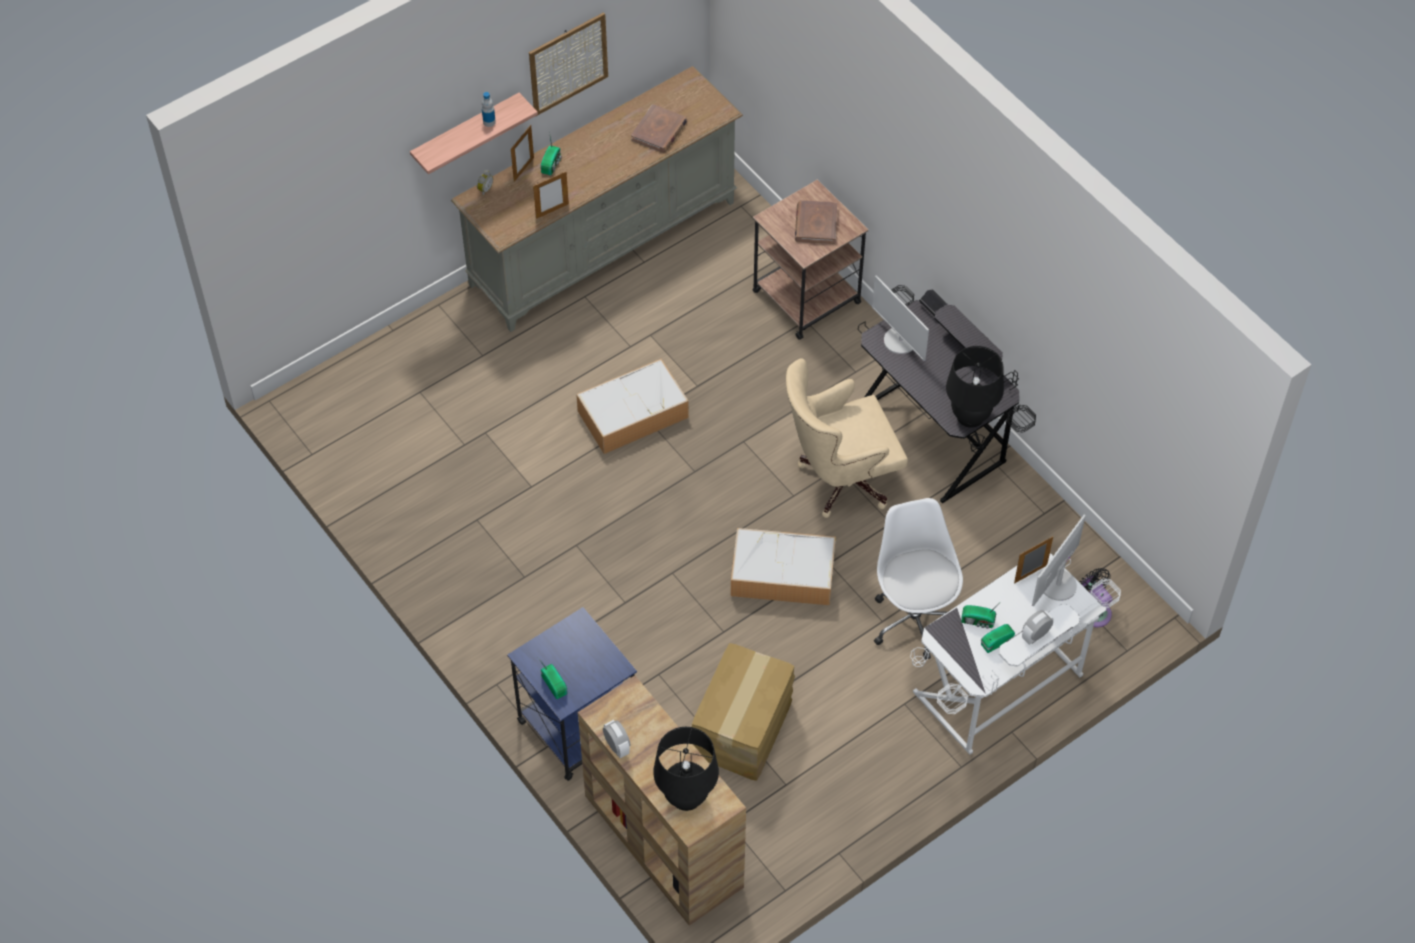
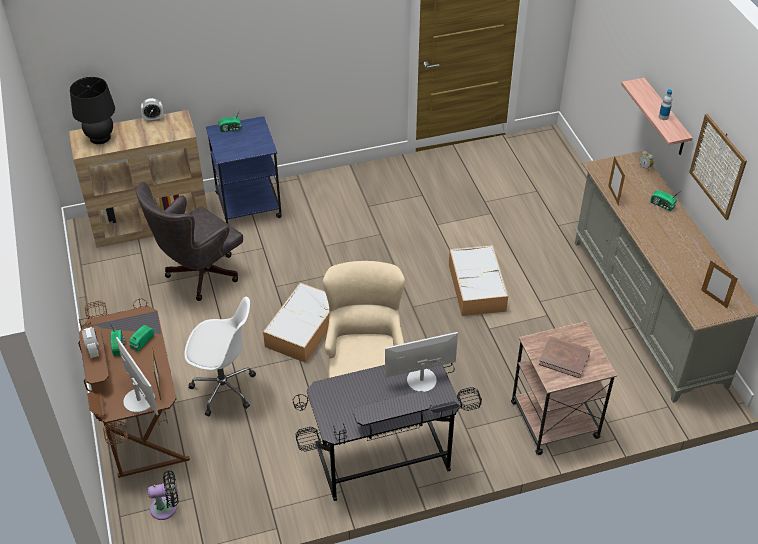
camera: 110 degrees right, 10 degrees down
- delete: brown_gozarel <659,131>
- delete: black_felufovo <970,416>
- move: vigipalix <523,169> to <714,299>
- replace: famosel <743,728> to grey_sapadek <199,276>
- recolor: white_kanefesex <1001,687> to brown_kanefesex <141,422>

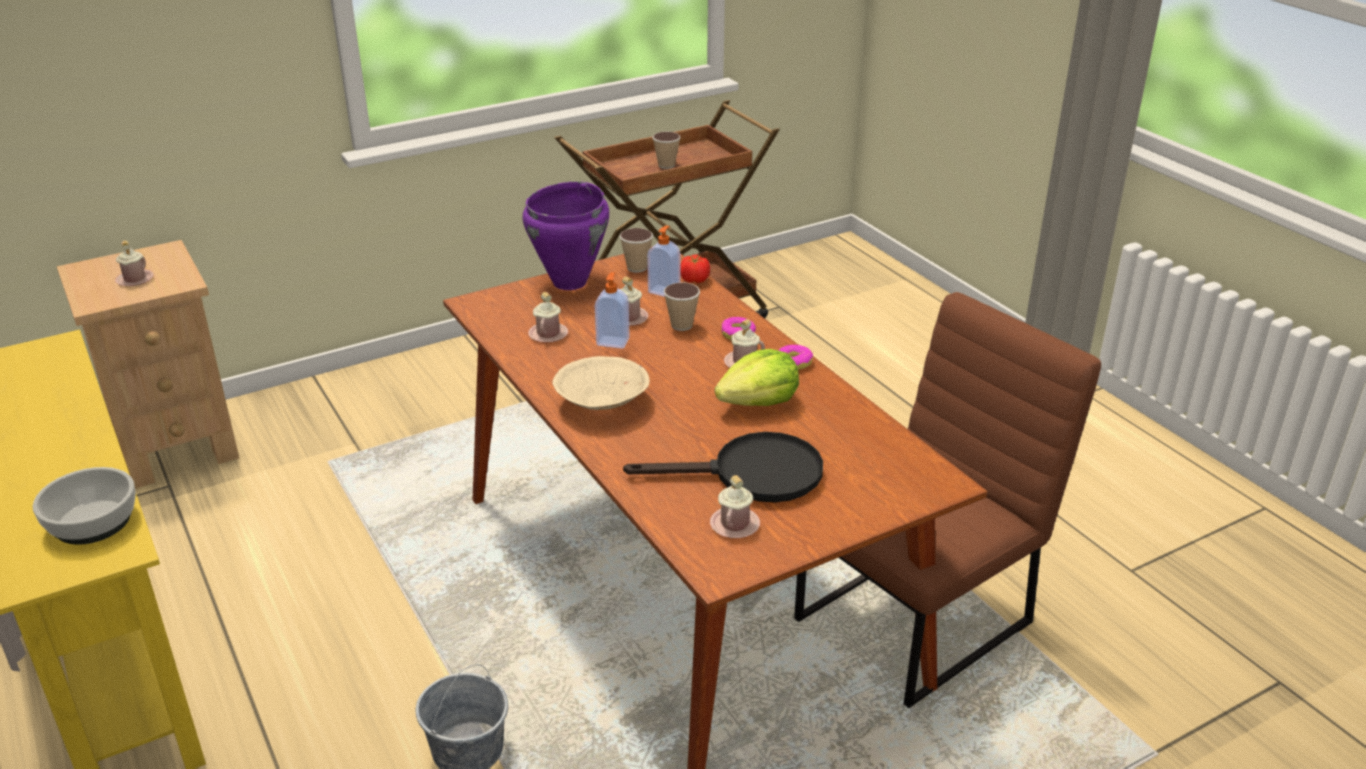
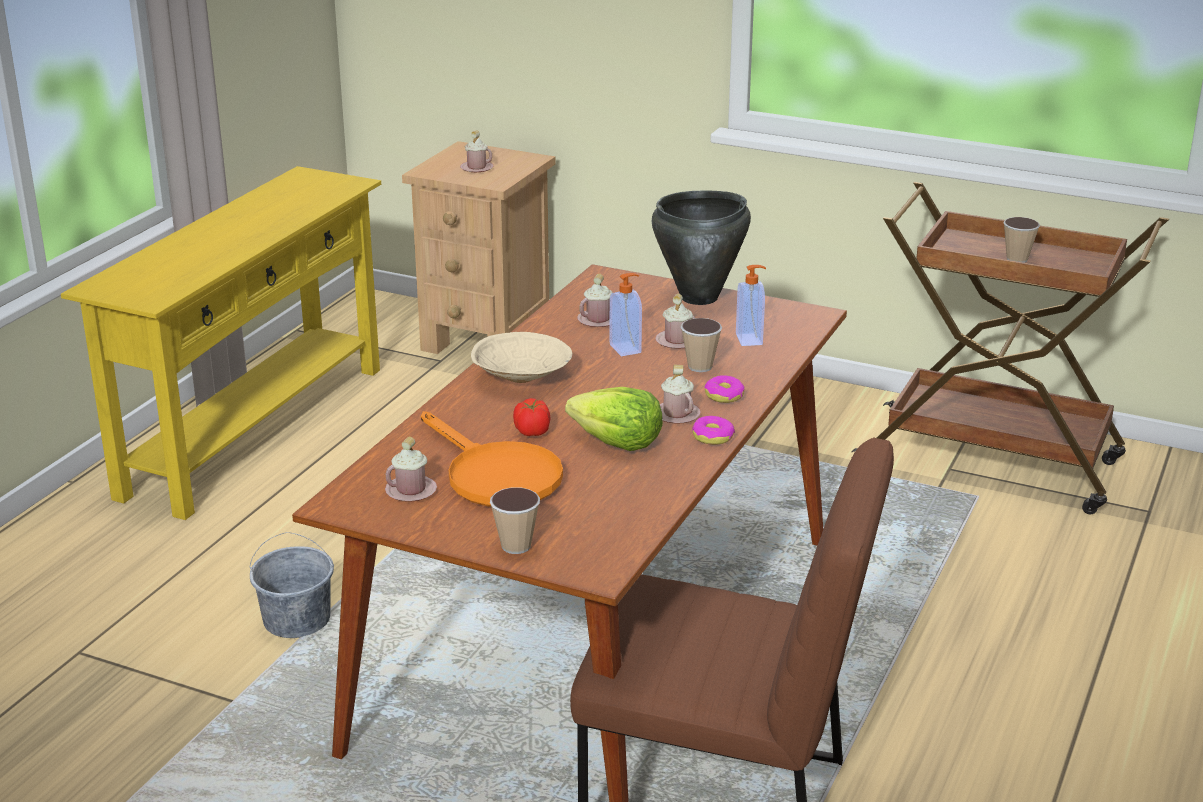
camera: 55 degrees right, 5 degrees down
- delete: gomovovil <92,521>
- move: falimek <636,268> to <516,546>
- move: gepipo <695,280> to <531,432>
- recolor: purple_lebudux <570,282> to black_lebudux <700,297>
- recolor: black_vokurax <752,475> to orange_vokurax <494,475>

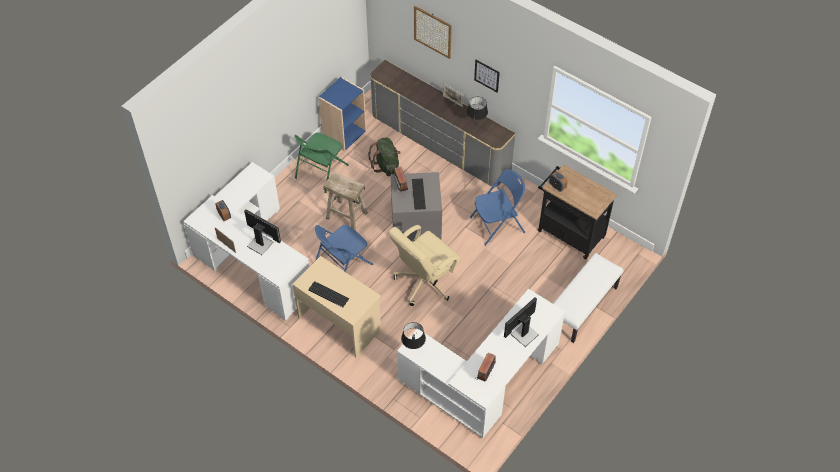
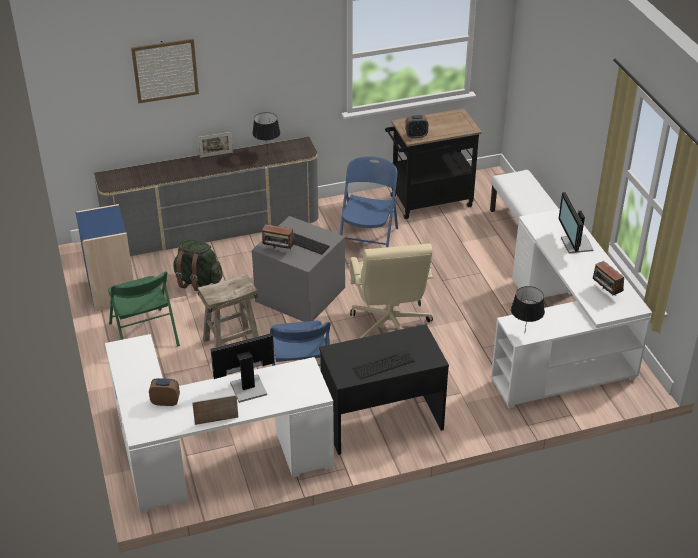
camera: 55 degrees left, 15 degrees down
- delete: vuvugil <487,75>
- recolor: beige_kanefesex <340,323> to black_kanefesex <381,421>

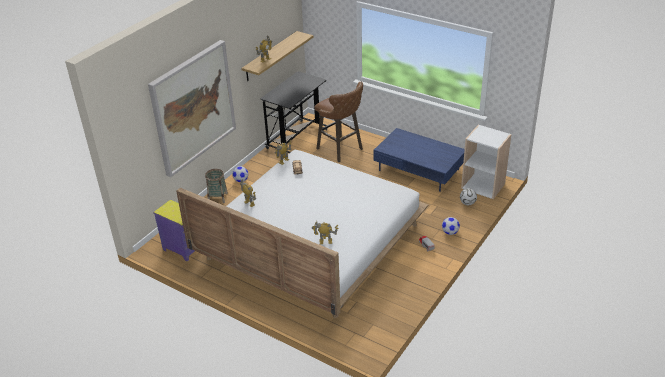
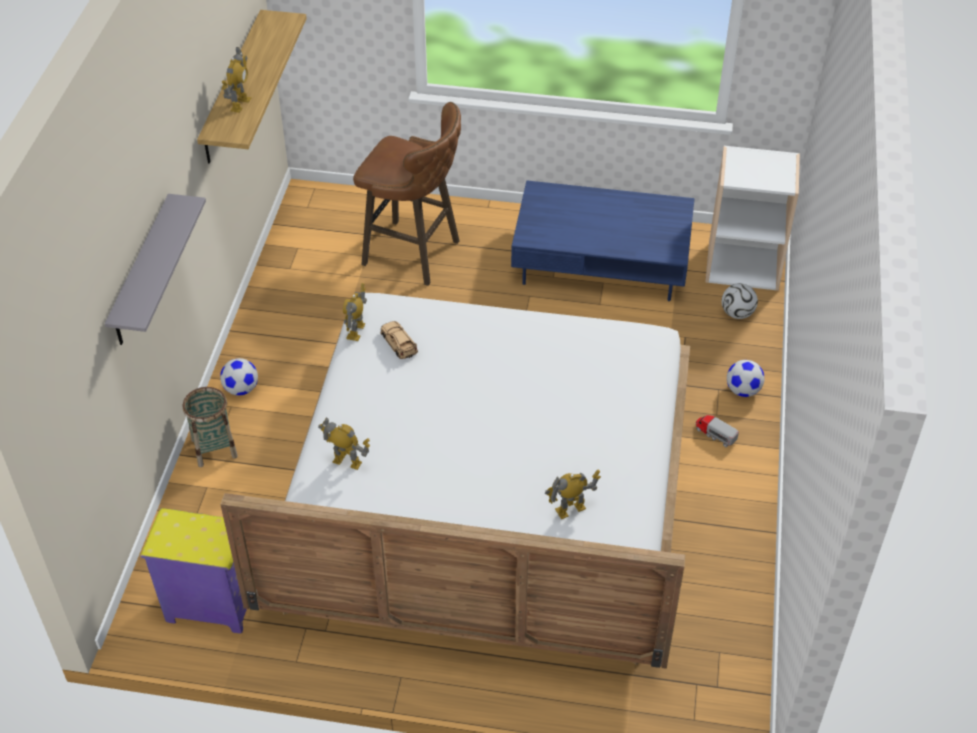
camera: 25 degrees left, 10 degrees up
- delete: black_kanefesex <297,139>
- replace: vuvugil <193,107> to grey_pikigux <141,272>

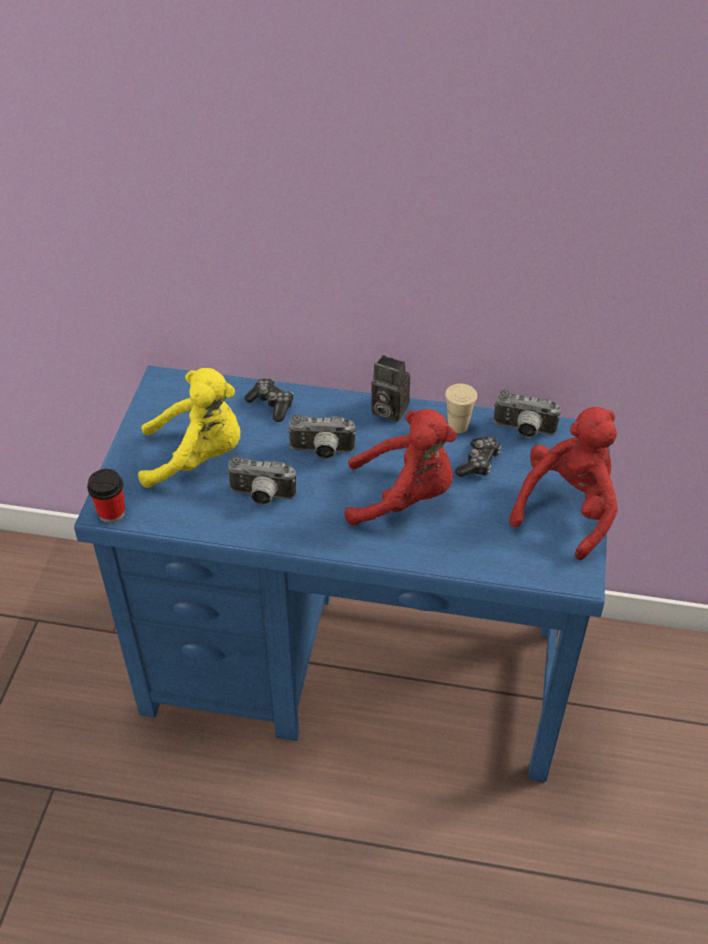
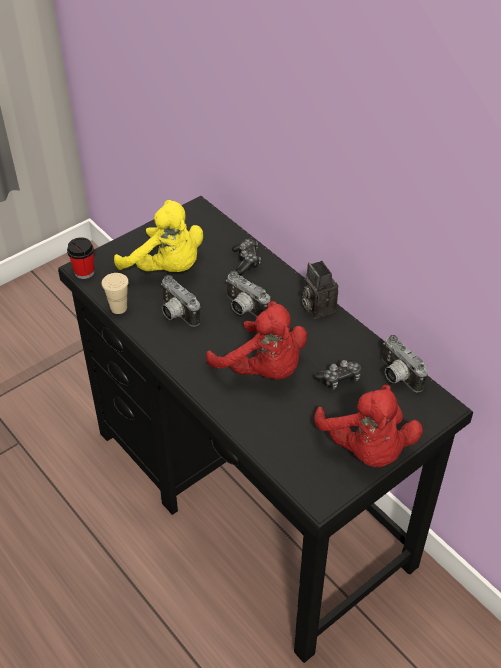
camera: 40 degrees right, 0 degrees up
- move: beige_falimek <458,426> to <118,308>
- recolor: blue_kanefesex <355,667> to black_kanefesex <252,495>
- rotate: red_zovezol <567,509> = <366,448> 90 degrees clockwise

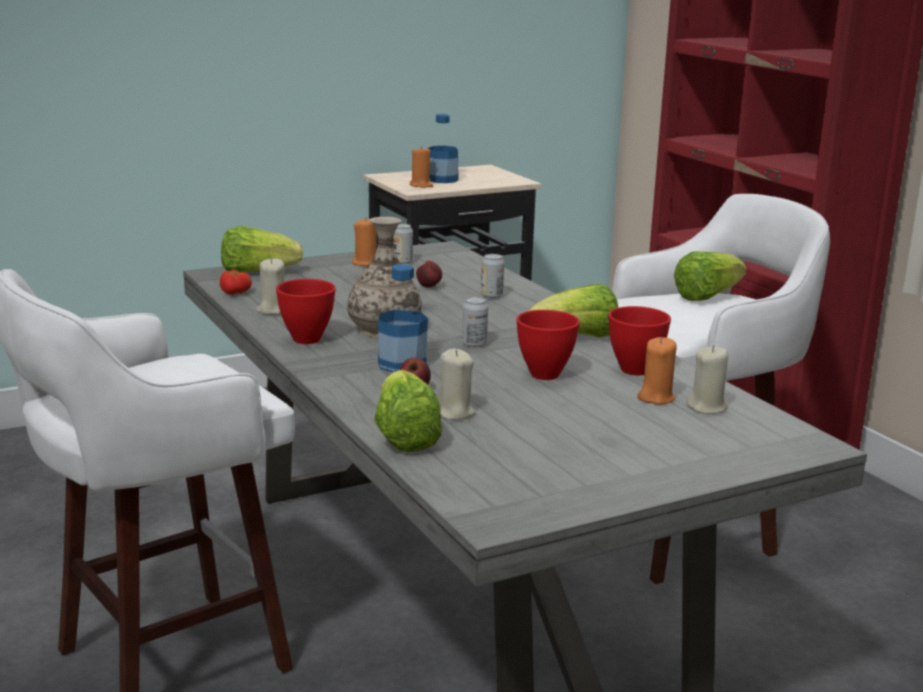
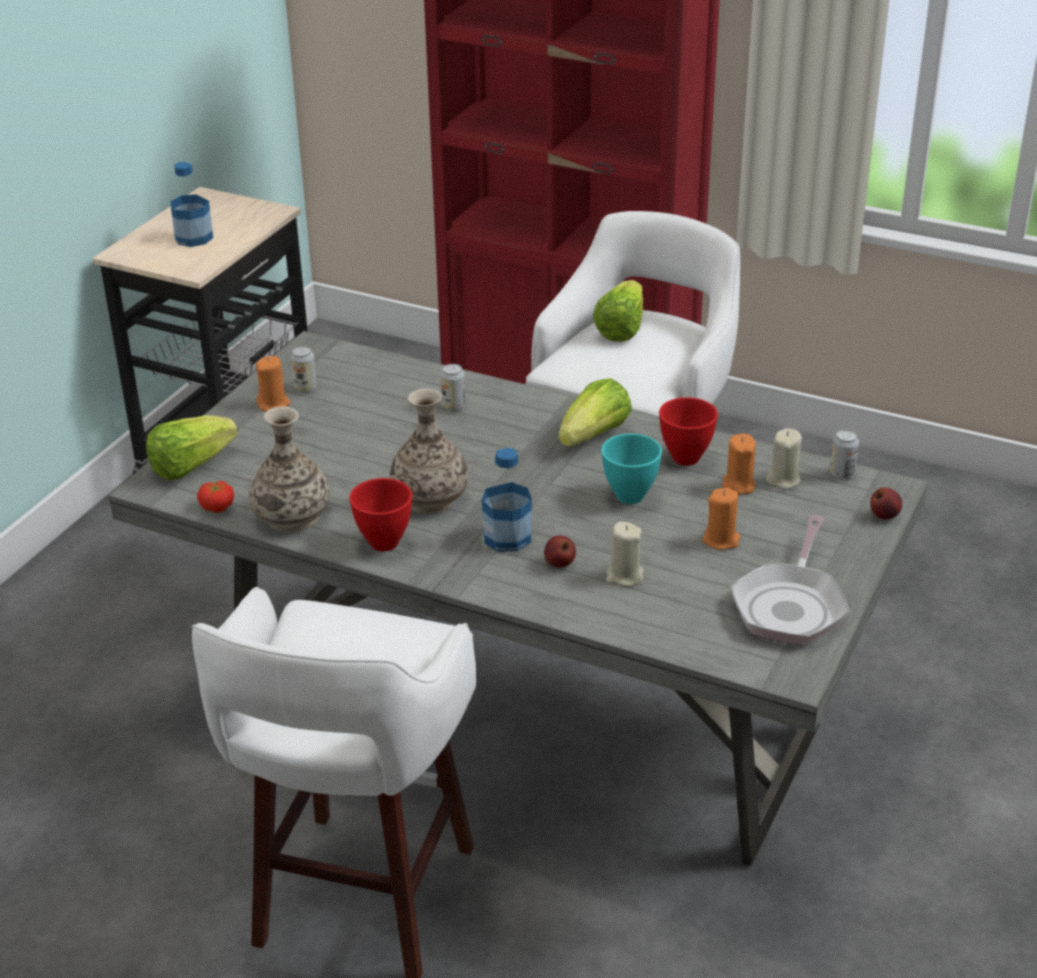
camera: 35 degrees left, 15 degrees up
- delete: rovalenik <405,436>
- insert: vokurax <790,605>
- move: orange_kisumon <421,185> to <721,540>
- move: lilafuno <429,287> to <884,516>
- move: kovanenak <474,344> to <842,474>
- replace: beige_kisumon <272,310> to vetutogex <292,516>
- recolor: red_gomovovil <545,375> to turquoise_gomovovil <631,497>

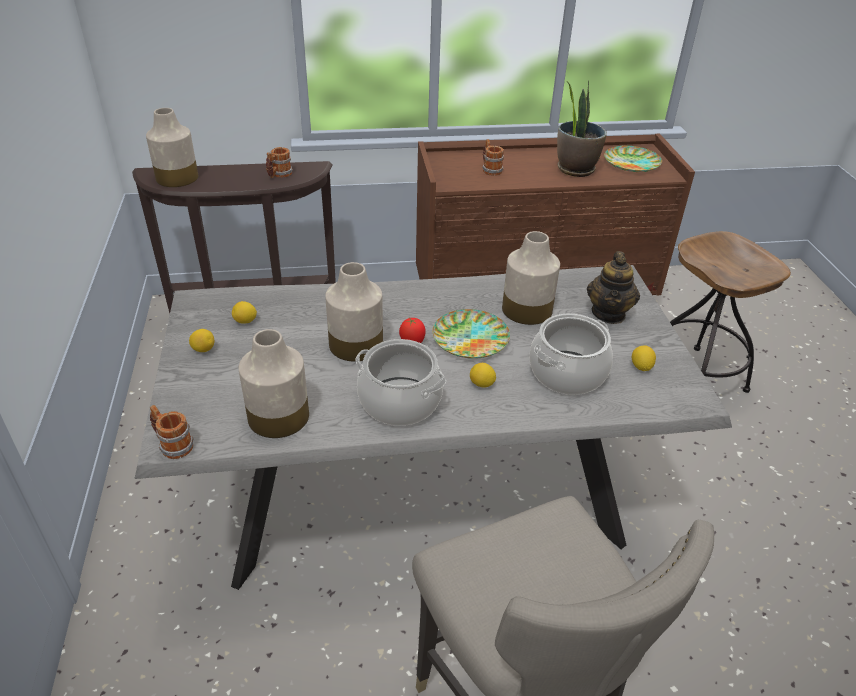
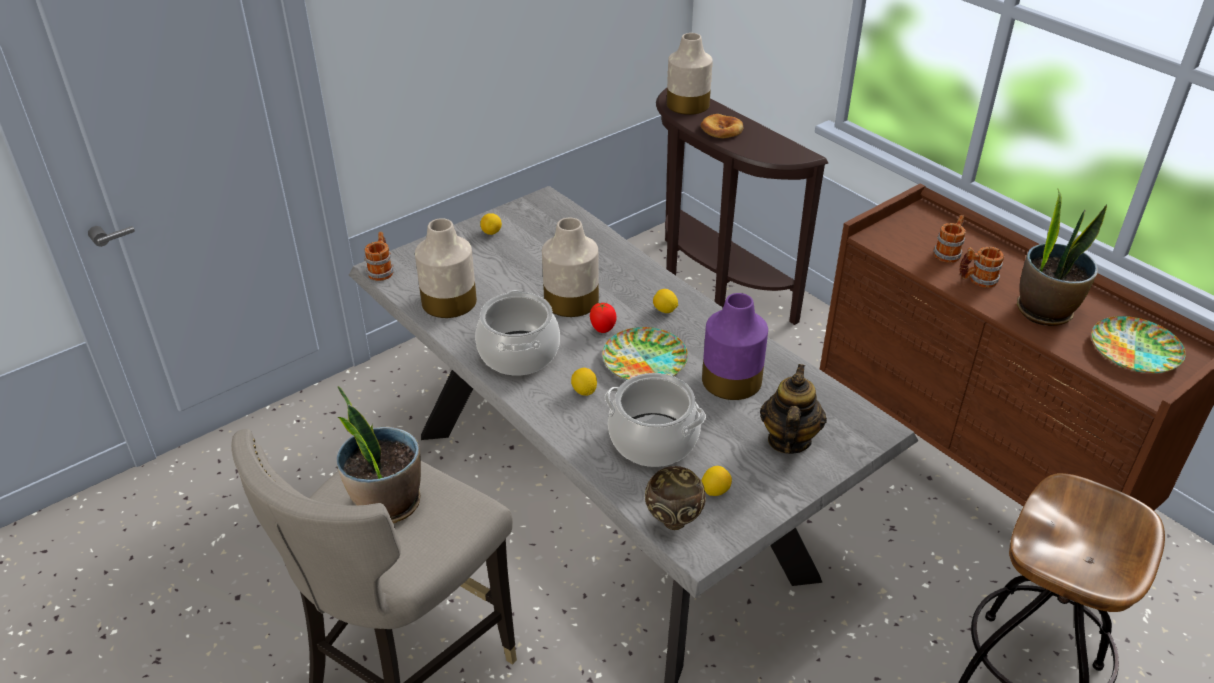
camera: 60 degrees right, 0 degrees up
- insert: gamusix <387,503>
- insert: brown_gomovovil <673,520>
- insert: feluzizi <721,130>
- move: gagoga <245,321> to <665,310>
- move: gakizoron <279,175> to <977,280>
- recolor: beige_vetutogex <526,309> to purple_vetutogex <731,379>
- rotate: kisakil <609,313> = <788,440> 120 degrees clockwise

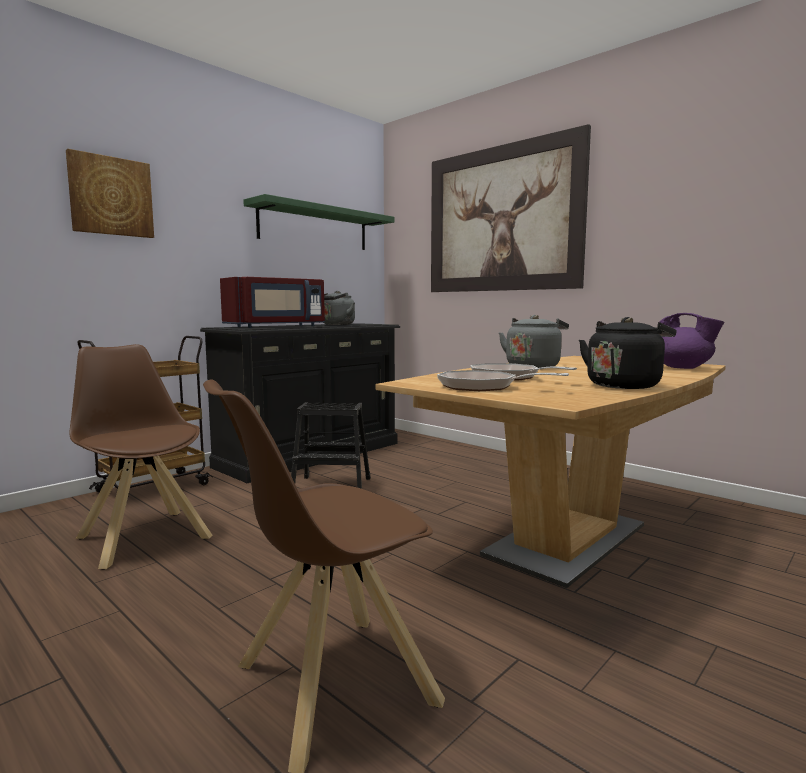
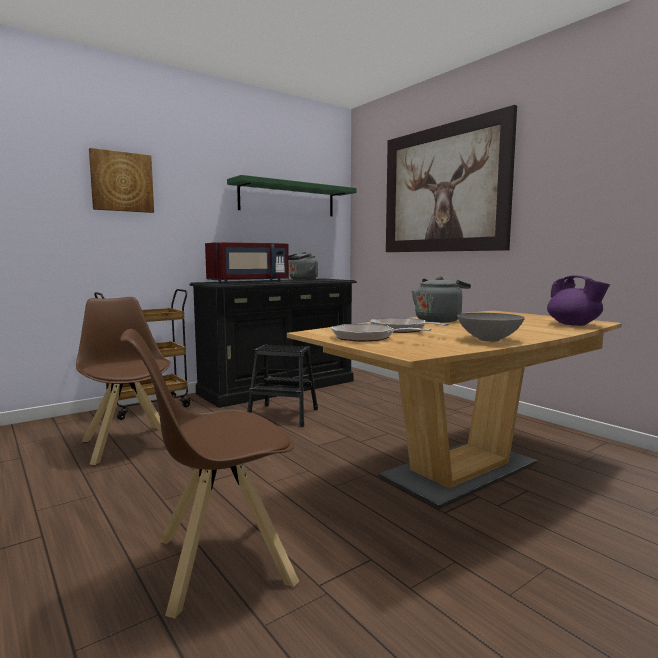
camera: 10 degrees right, 0 degrees up
- replace: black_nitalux <624,385> to grey_gomovovil <490,340>

